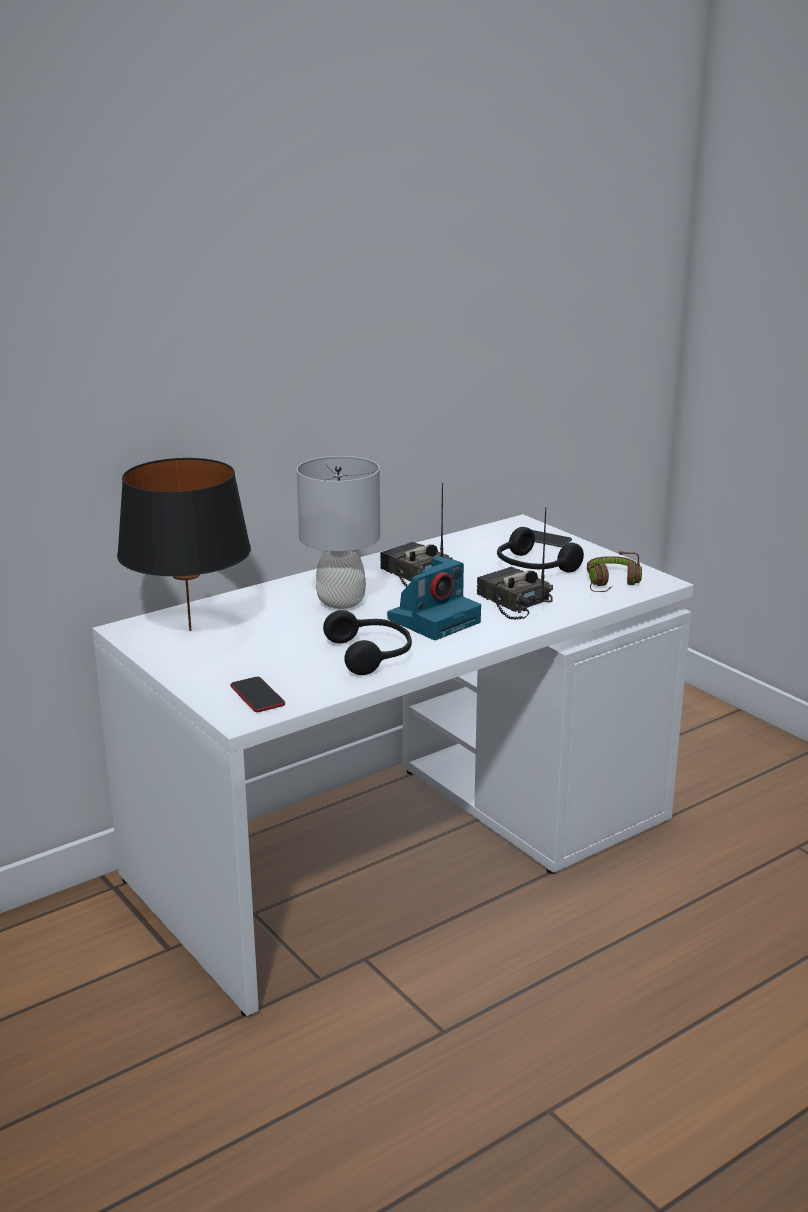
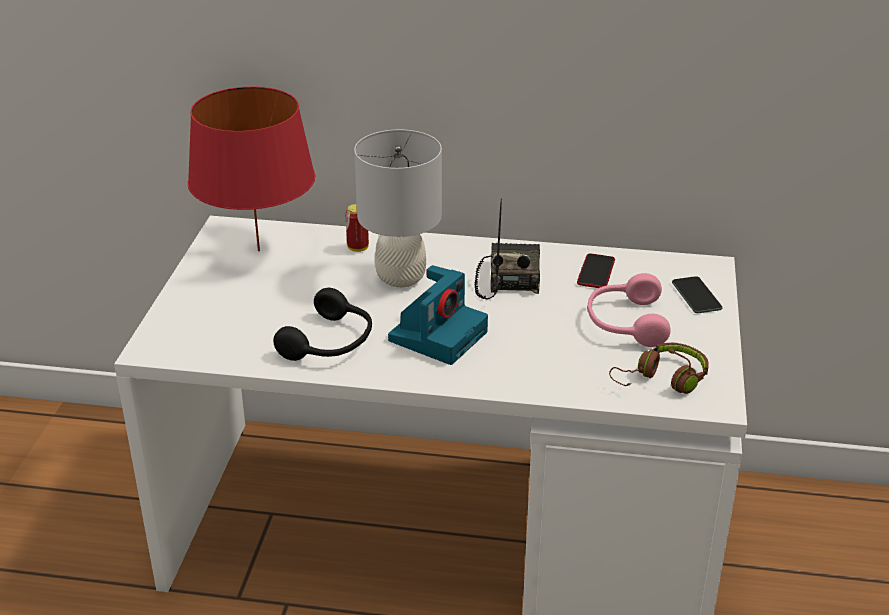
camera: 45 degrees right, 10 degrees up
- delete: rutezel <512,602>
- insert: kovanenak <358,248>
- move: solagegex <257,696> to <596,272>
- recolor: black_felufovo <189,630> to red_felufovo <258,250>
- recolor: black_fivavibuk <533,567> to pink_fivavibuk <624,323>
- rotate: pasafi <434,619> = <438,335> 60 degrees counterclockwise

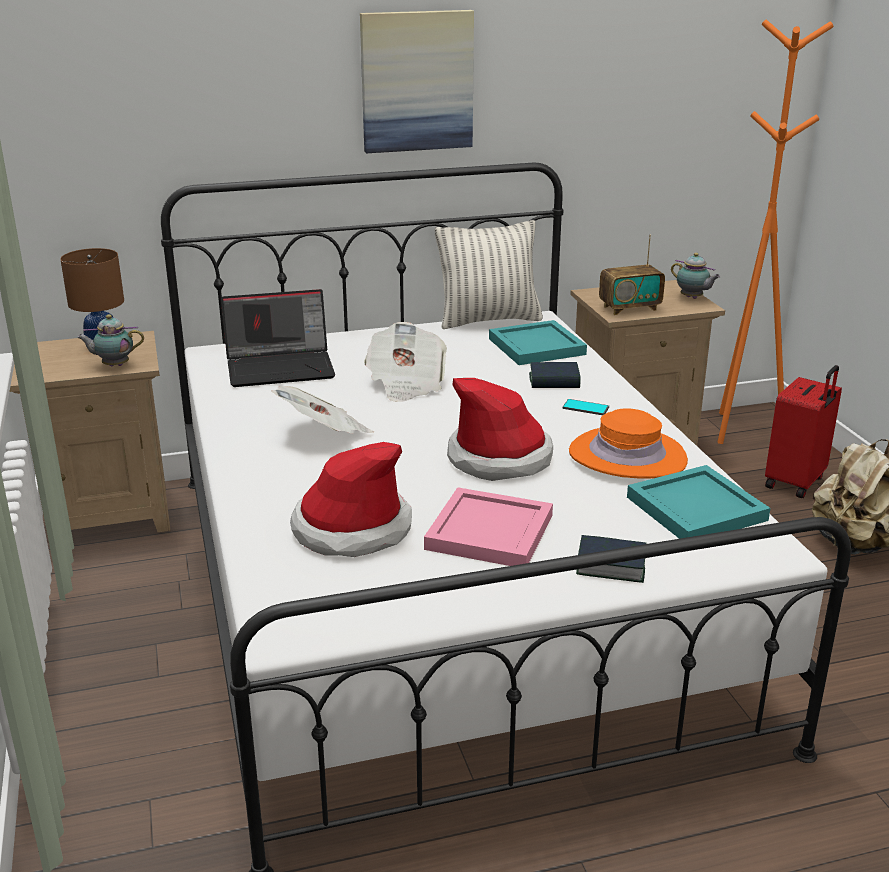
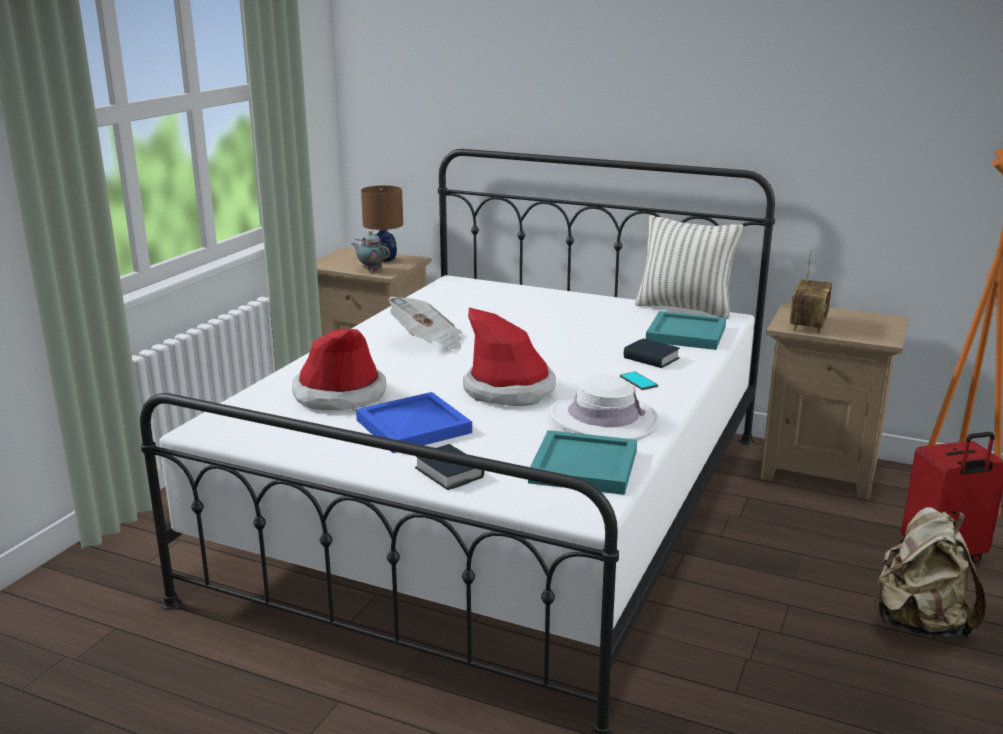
camera: 40 degrees right, 5 degrees down
- delete: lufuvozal <281,367>
- delete: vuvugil <417,81>
- delete: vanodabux <406,384>
- delete: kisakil <692,298>
- recolor: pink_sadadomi <491,531> to blue_sadadomi <415,426>
- recolor: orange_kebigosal <627,456> to white_kebigosal <603,419>
- rotate: rutezel <629,308> = <808,325> 90 degrees counterclockwise

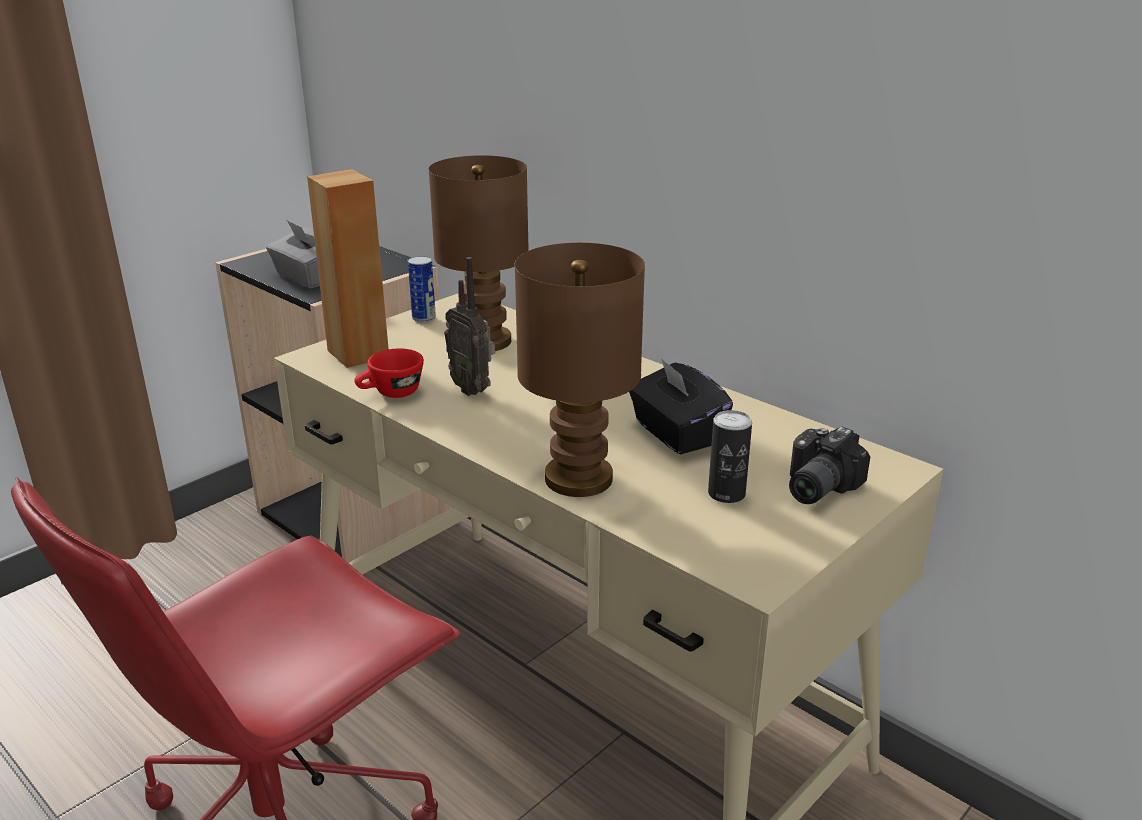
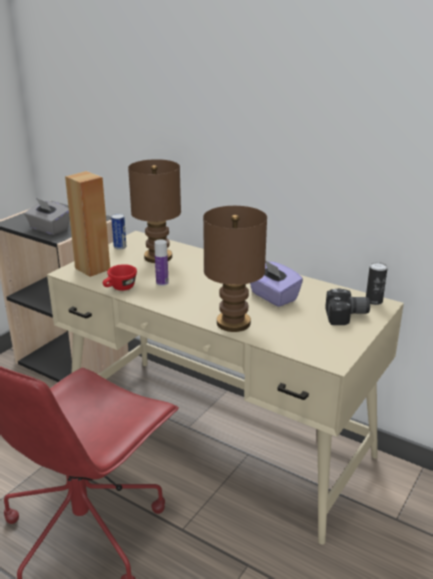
camera: 10 degrees left, 0 degrees up
- move: kovanenak <726,494> to <374,301>
- replace: rutezel <473,389> to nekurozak <162,283>
- recolor: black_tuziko <676,434> to purple_tuziko <273,297>
- rotate: pasafi <814,487> = <347,316> 120 degrees counterclockwise

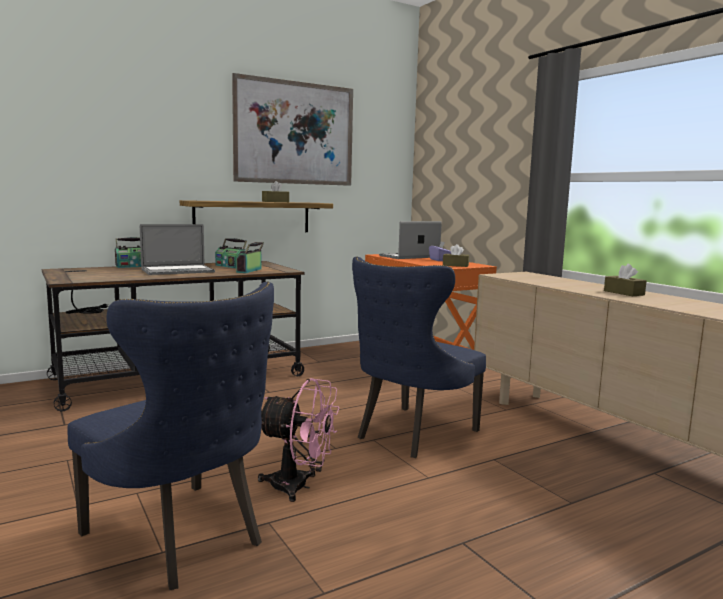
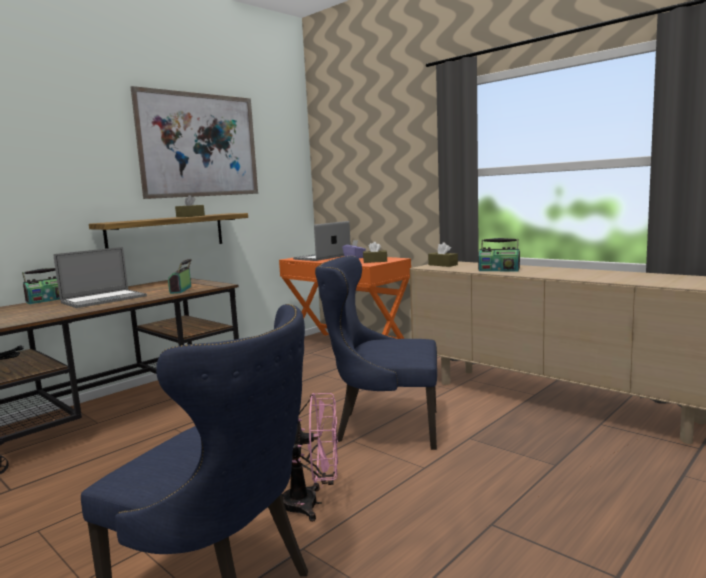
camera: 15 degrees left, 0 degrees up
- move: rutezel <231,266> to <499,270>
- move: brown_tuziko <623,293> to <443,265>
- rotate: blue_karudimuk <411,433> = <383,427> 75 degrees clockwise

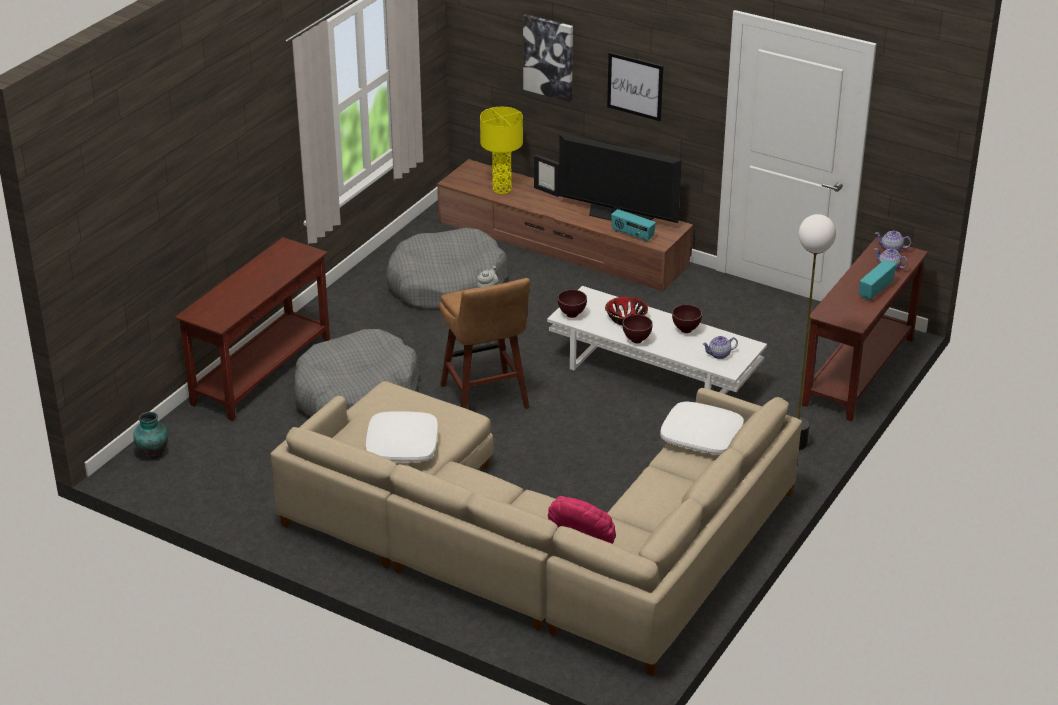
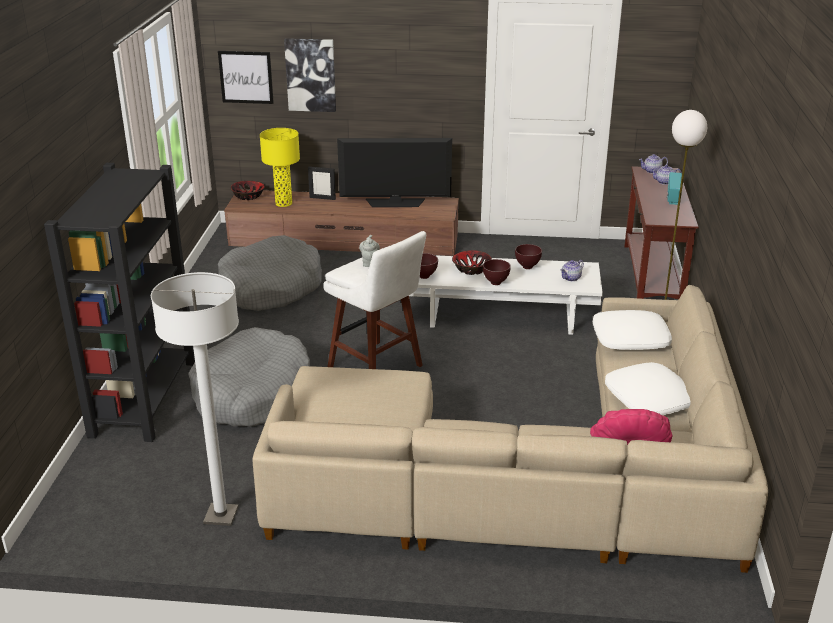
camera: 25 degrees left, 5 degrees down
- delete: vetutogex <153,452>
- delete: rutezel <632,235>
- insert: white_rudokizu <221,516>
- insert: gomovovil <248,196>
- move: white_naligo <401,445> to <648,399>
- move: vuvugil <635,86> to <246,77>
- replace: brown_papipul <262,371> to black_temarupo <144,397>
- recolor: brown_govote <485,399> to white_govote <377,368>

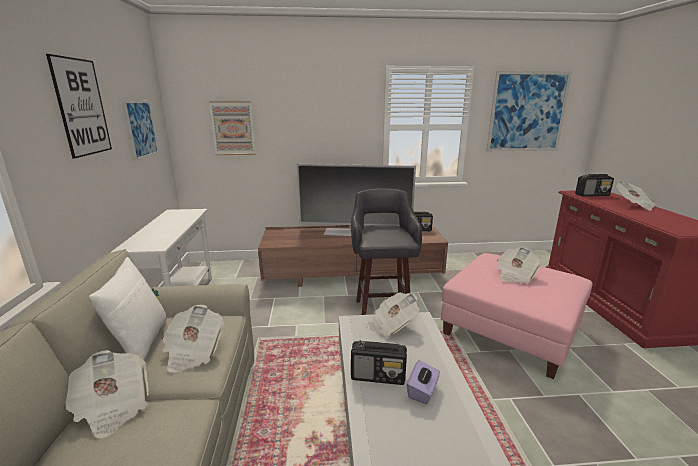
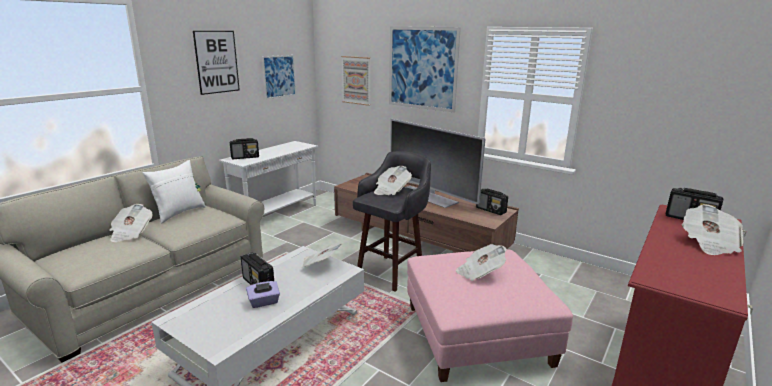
camera: 40 degrees right, 0 degrees up
- insert: rutezel <245,157>
- move: vanodabux <193,352> to <391,190>
- move: vuvugil <527,112> to <422,68>

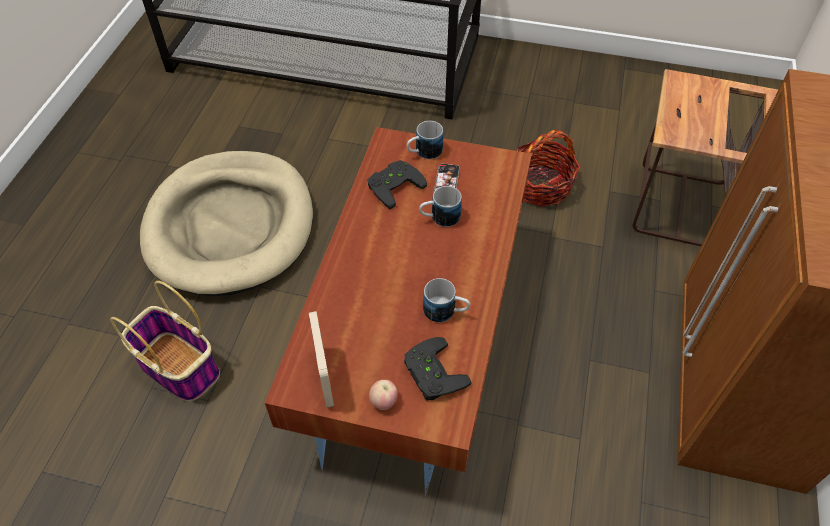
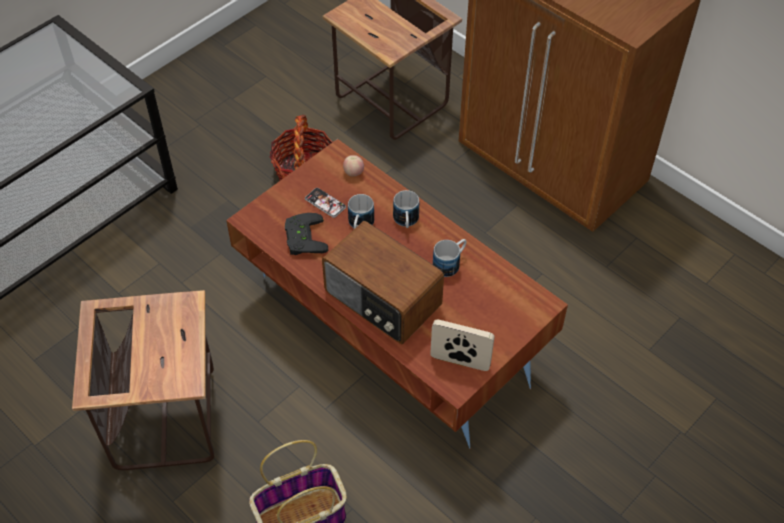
camera: 60 degrees left, 0 degrees up
- delete: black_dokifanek <431,373>
- insert: rutezel <382,300>
- move: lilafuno <383,401> to <353,173>
- move: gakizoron <423,152> to <406,222>
- replace: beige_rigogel <230,226> to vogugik <166,418>

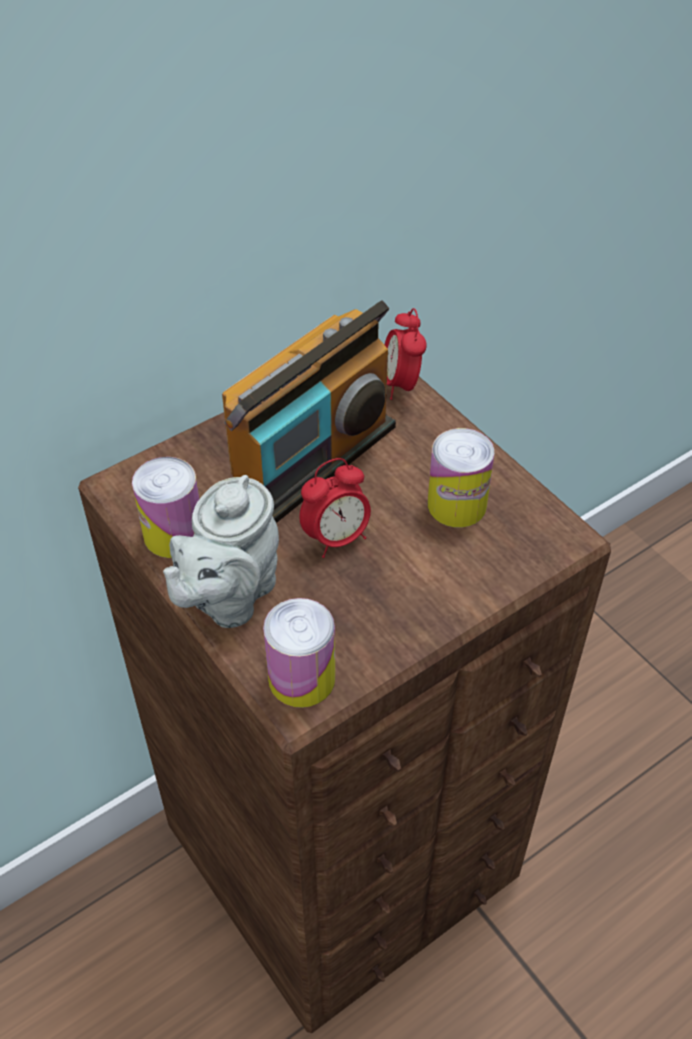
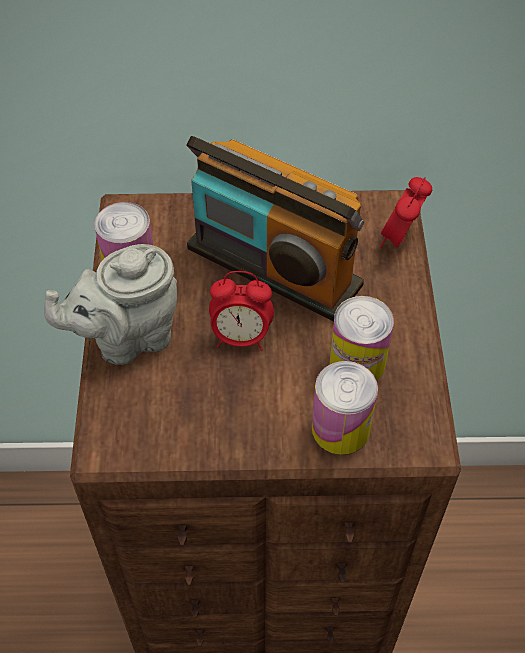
camera: 35 degrees right, 5 degrees up
- move: kovanenak <301,678> to <340,428>
- rotate: rutezel <311,463> = <273,267> 45 degrees clockwise

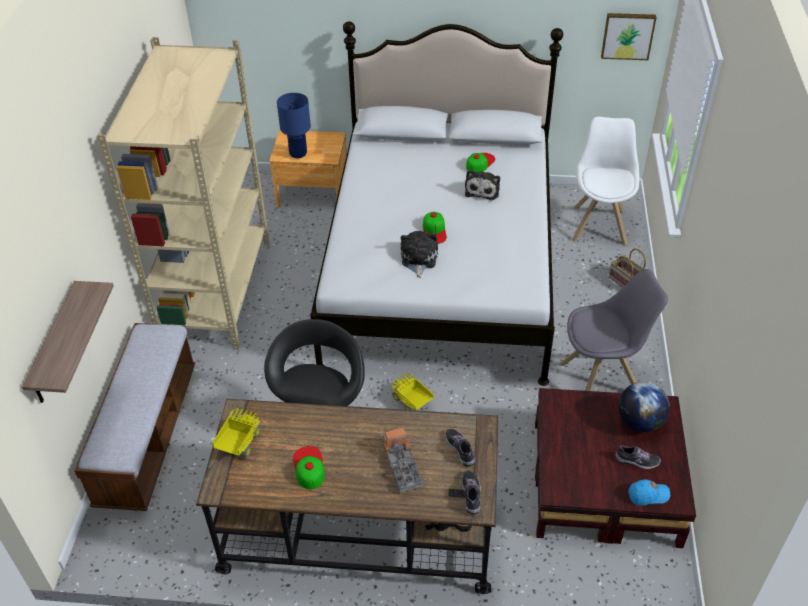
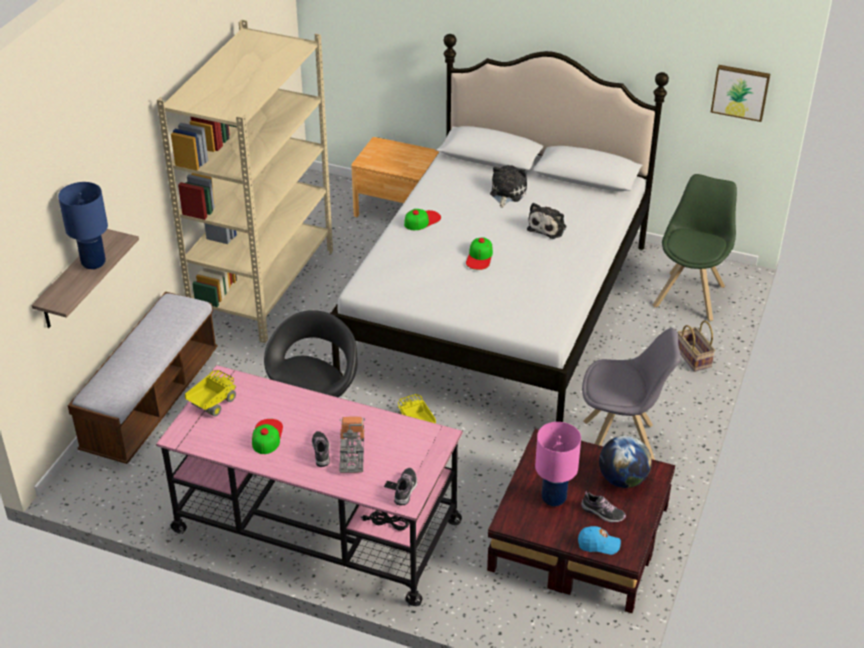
camera: 15 degrees right, 5 degrees down
- insert: pink_felufovo <554,499>
- move: blue_felufovo <298,154> to <94,264>
- move: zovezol <418,259> to <507,193>
- move: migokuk <460,449> to <321,452>
- move: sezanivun <480,163> to <422,220>
- recolor: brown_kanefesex <359,532> to pink_kanefesex <317,527>
- recolor: white_karudimuk <599,225> to green_karudimuk <690,296>

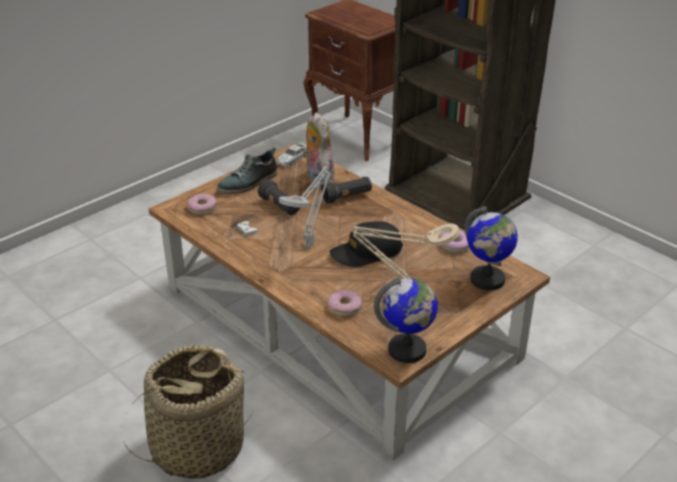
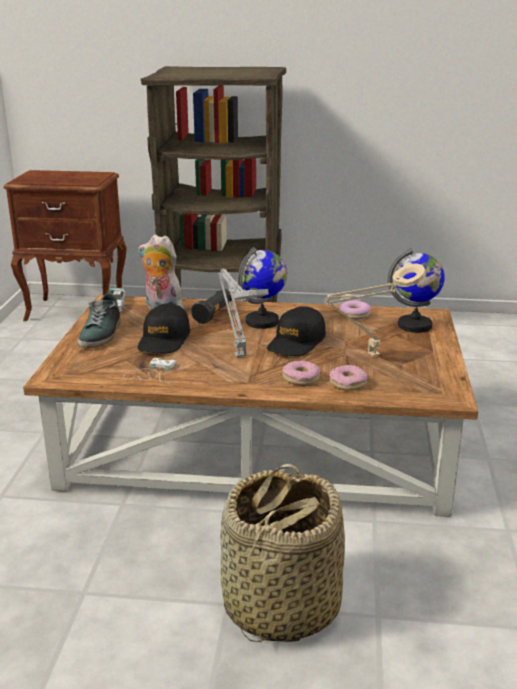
camera: 40 degrees left, 10 degrees down
- move: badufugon <202,208> to <301,378>
- move: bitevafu <407,350> to <262,322>
- replace: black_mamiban <280,207> to black_sezanivun <164,340>

